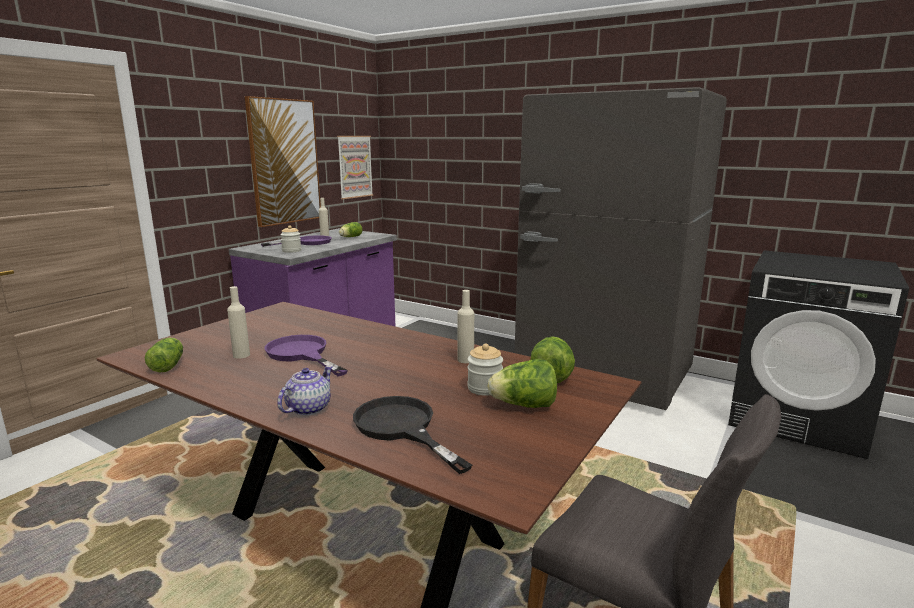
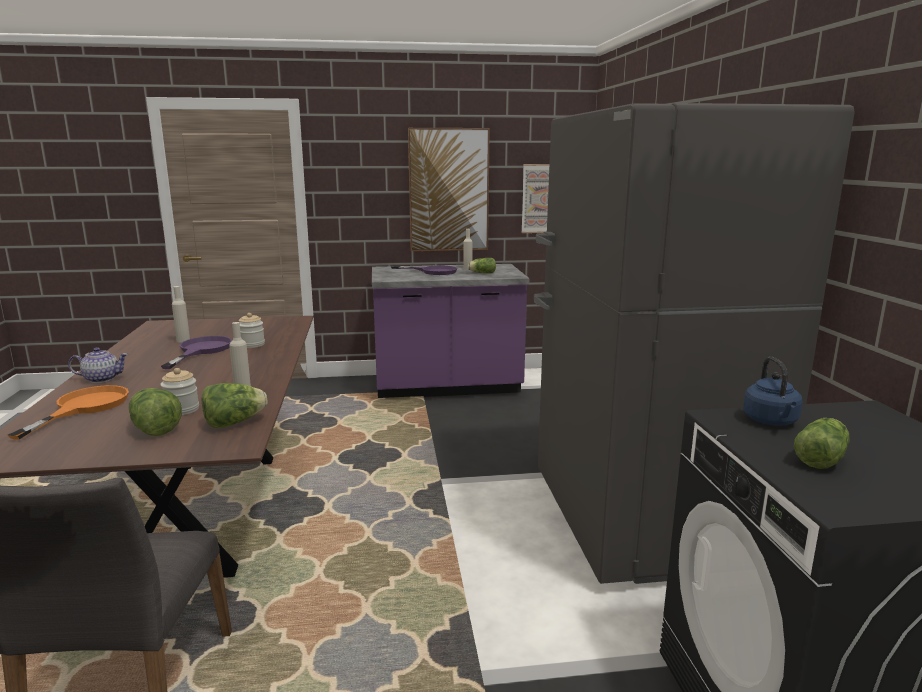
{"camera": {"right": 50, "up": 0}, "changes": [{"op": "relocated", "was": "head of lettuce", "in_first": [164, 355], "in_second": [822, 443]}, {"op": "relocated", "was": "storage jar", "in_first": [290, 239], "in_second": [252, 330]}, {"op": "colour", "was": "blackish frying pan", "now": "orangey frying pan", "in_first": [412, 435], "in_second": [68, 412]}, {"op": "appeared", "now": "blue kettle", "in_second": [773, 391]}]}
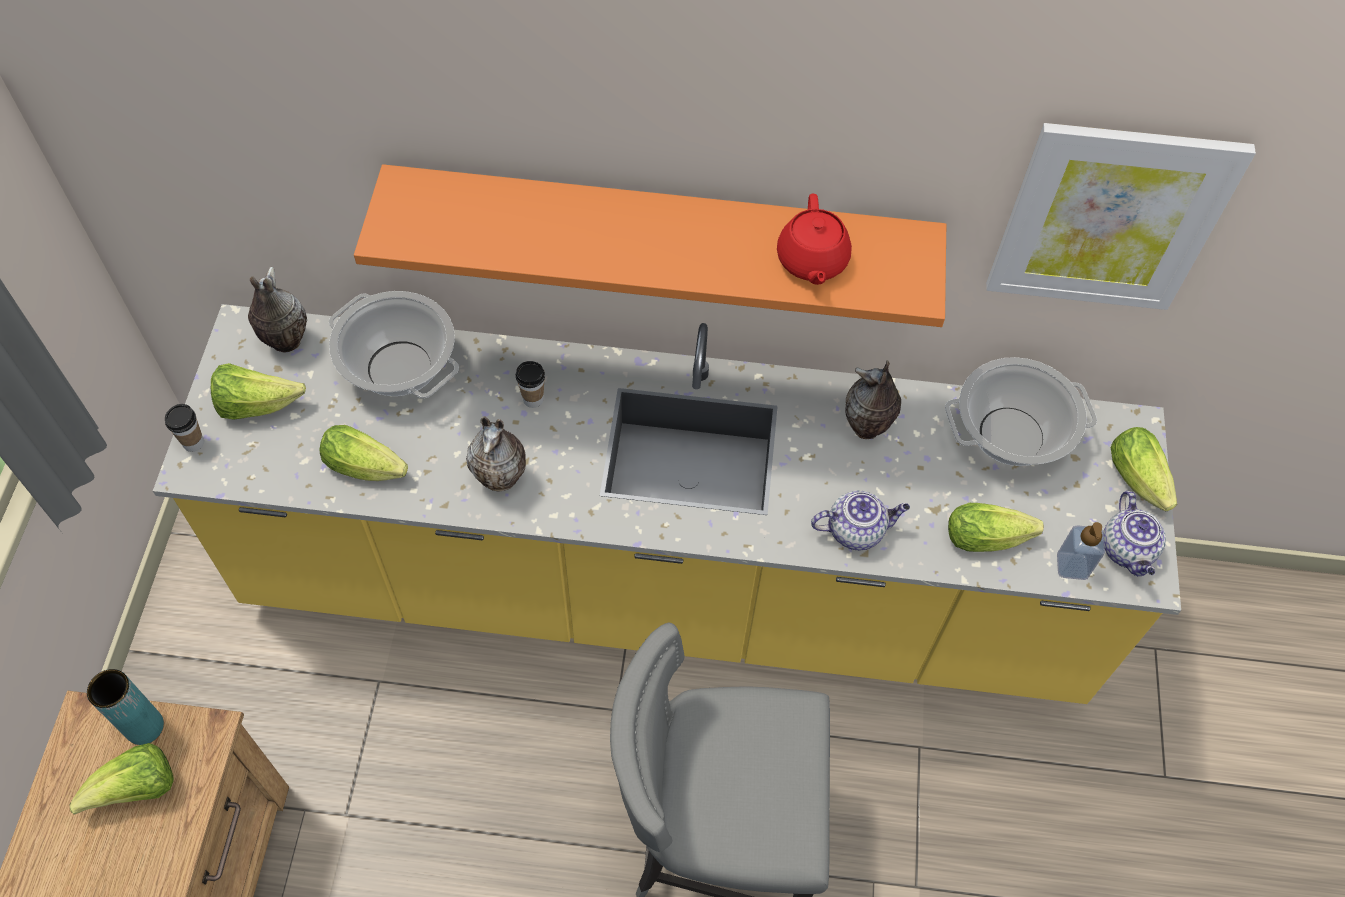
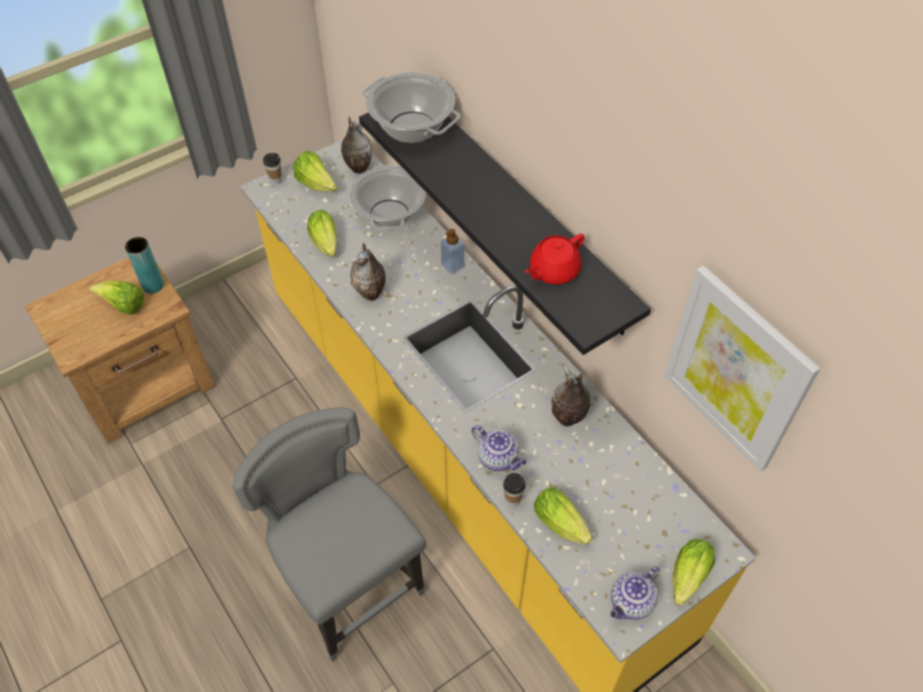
{"camera": {"right": 50, "up": -5}, "changes": [{"op": "colour", "was": "orangey bracket shelf", "now": "blackish bracket shelf", "in_first": [650, 245], "in_second": [505, 233]}, {"op": "relocated", "was": "drinking cup", "in_first": [530, 384], "in_second": [514, 490]}, {"op": "relocated", "was": "stockpot", "in_first": [1021, 411], "in_second": [411, 107]}, {"op": "relocated", "was": "soap bottle", "in_first": [1081, 551], "in_second": [453, 251]}]}
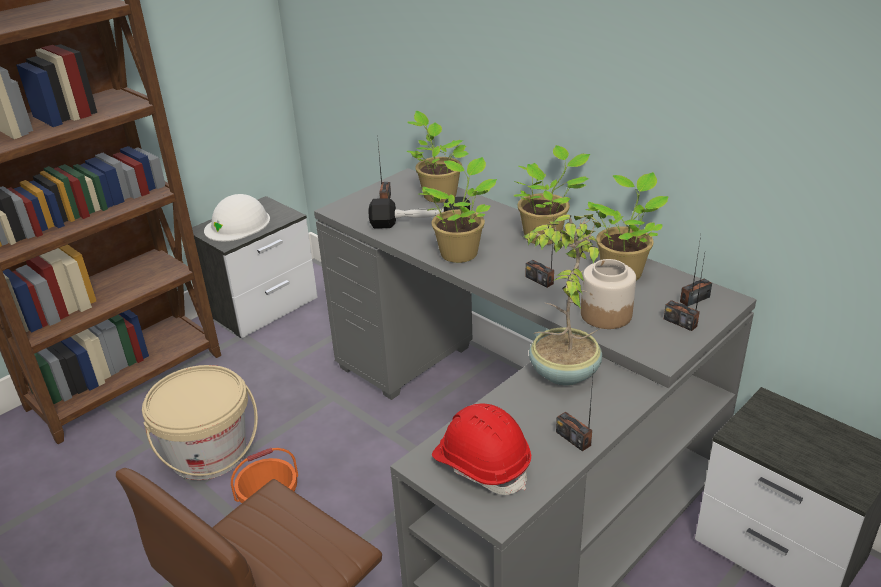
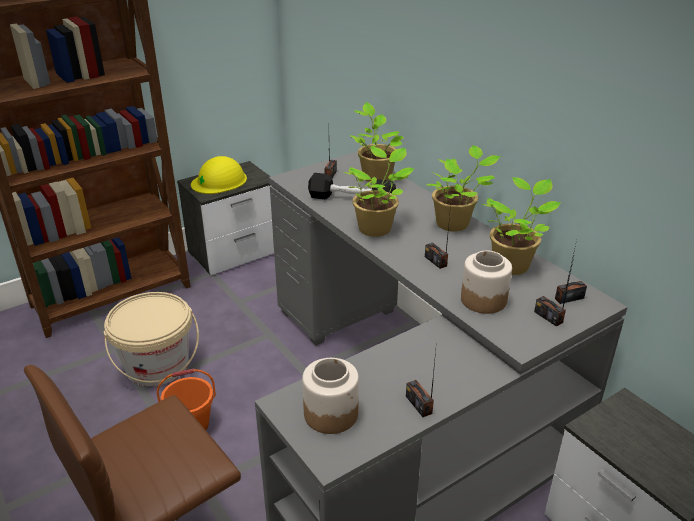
{"camera": {"right": 10, "up": 0}, "changes": [{"op": "colour", "was": "white work helmet", "now": "yellow work helmet", "in_first": [237, 217], "in_second": [219, 175]}, {"op": "exchanged", "was": "red-coloured work helmet", "now": "storage jar", "in_first": [481, 449], "in_second": [330, 396]}, {"op": "missing", "was": "houseplant", "in_first": [562, 300]}]}
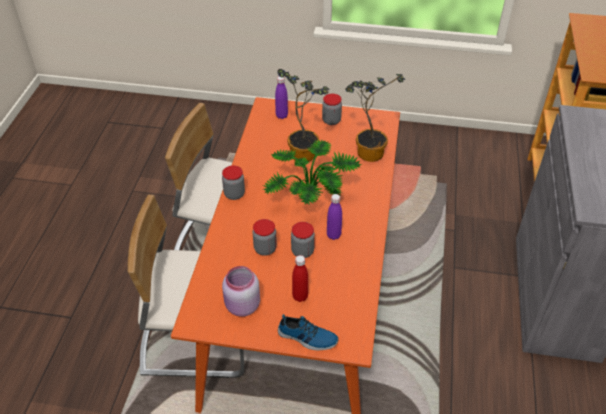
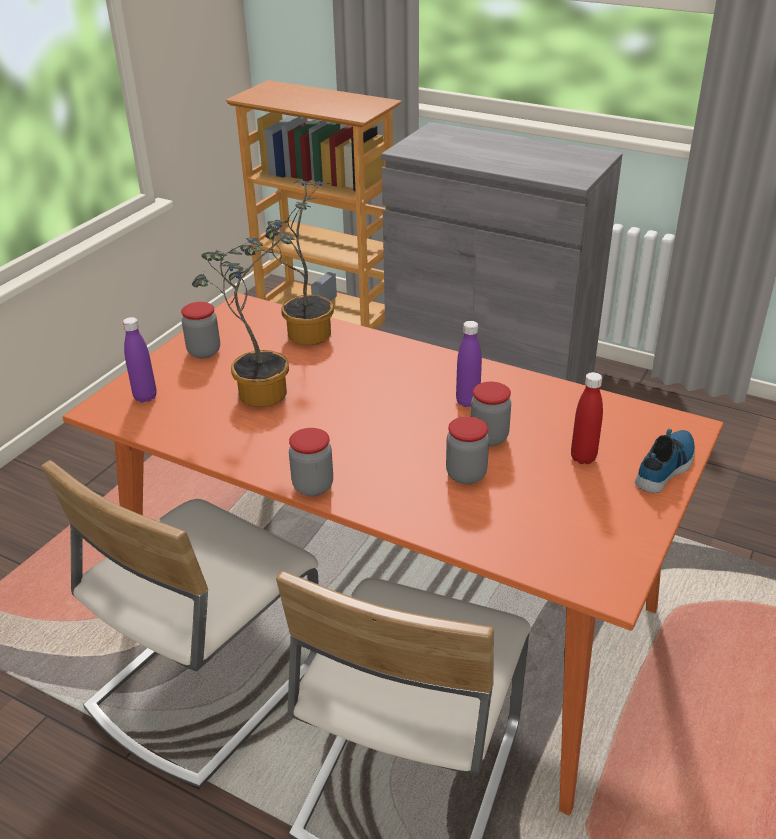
{"camera": {"right": -70, "up": -10}, "changes": [{"op": "missing", "was": "pink storage jar", "in_first": [241, 291]}, {"op": "missing", "was": "houseplant", "in_first": [312, 172]}]}
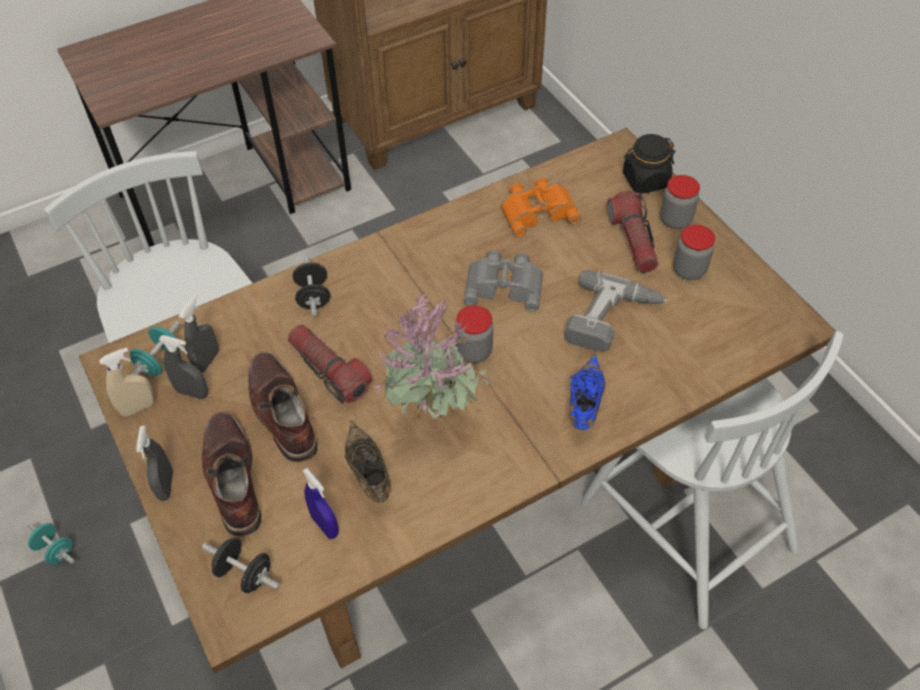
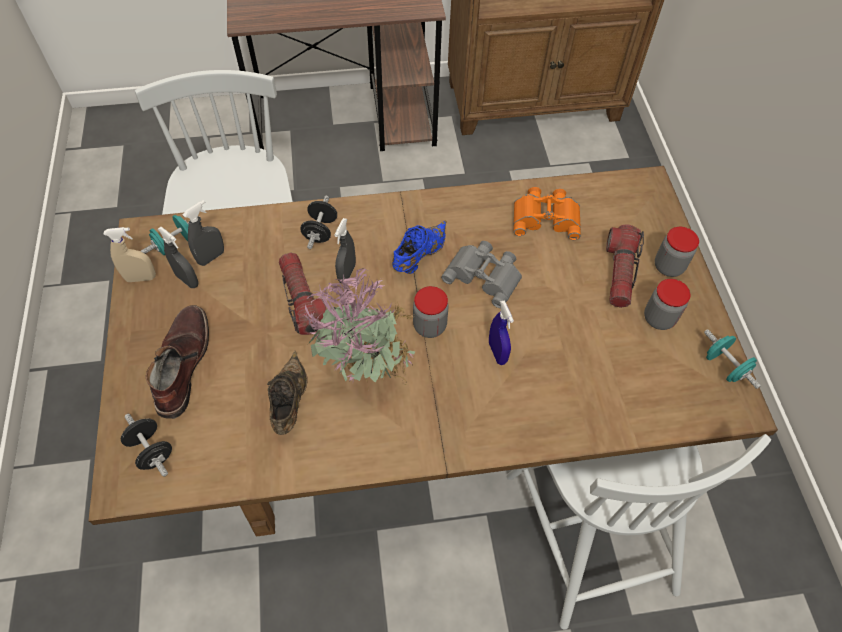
{"camera": {"right": 20, "up": 5}, "changes": [{"op": "relocated", "was": "turquoise-coloured dumbbell", "in_first": [51, 544], "in_second": [732, 359]}, {"op": "relocated", "was": "grey spray bottle", "in_first": [154, 463], "in_second": [345, 251]}, {"op": "missing", "was": "brown tall boot", "in_first": [283, 407]}, {"op": "relocated", "was": "blue spray bottle", "in_first": [321, 503], "in_second": [501, 333]}, {"op": "missing", "was": "drill", "in_first": [615, 311]}, {"op": "relocated", "was": "blue low shoe", "in_first": [587, 391], "in_second": [419, 247]}, {"op": "missing", "was": "blackish storage jar", "in_first": [649, 164]}]}
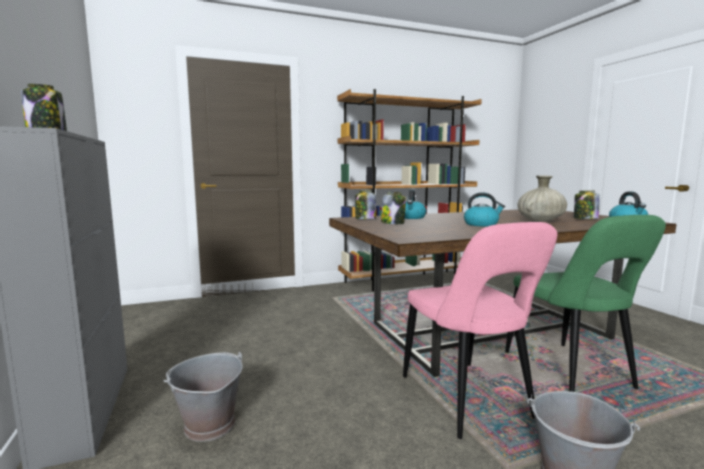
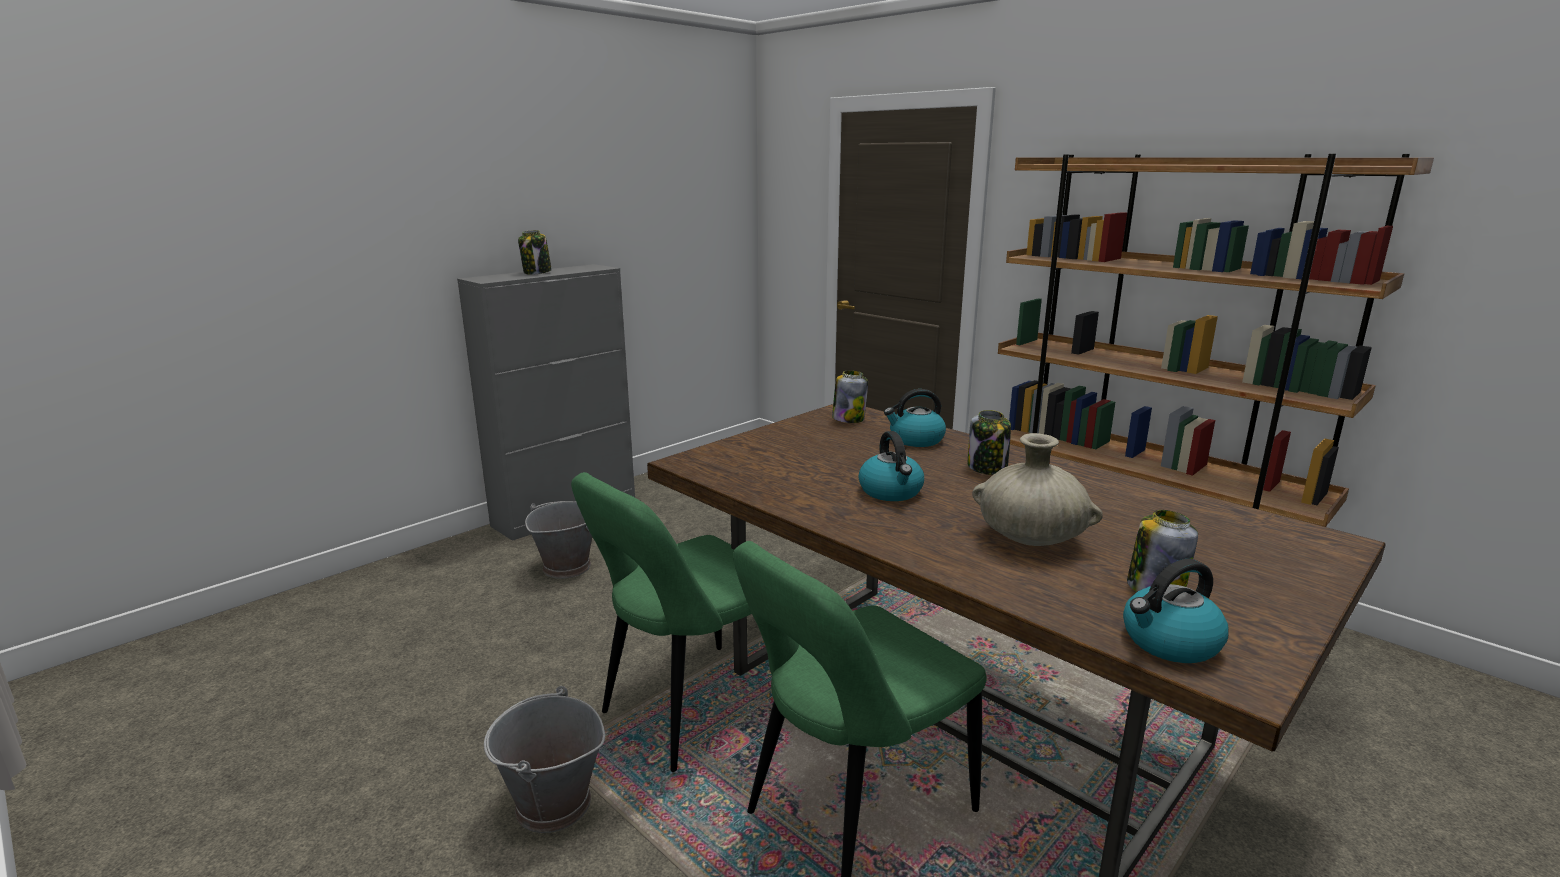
{"camera": {"right": 65, "up": 10}, "changes": [{"op": "relocated", "was": "storage jar", "in_first": [393, 208], "in_second": [989, 442]}, {"op": "colour", "was": "pink chair", "now": "green chair", "in_first": [480, 330], "in_second": [661, 622]}]}
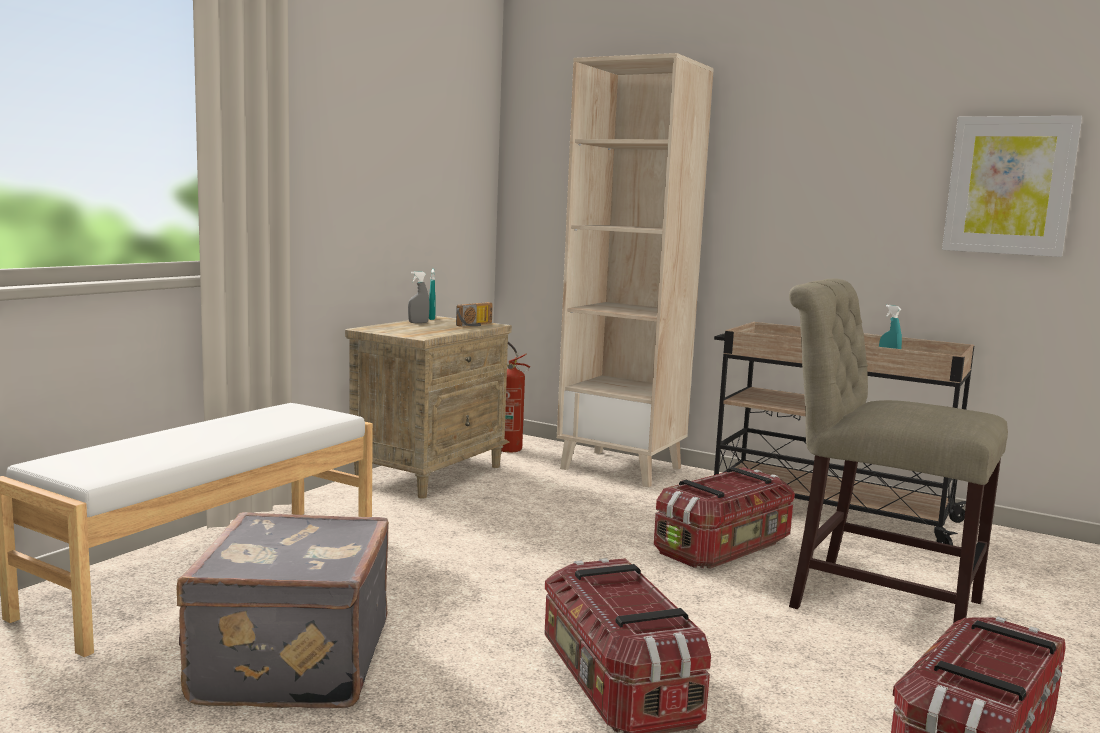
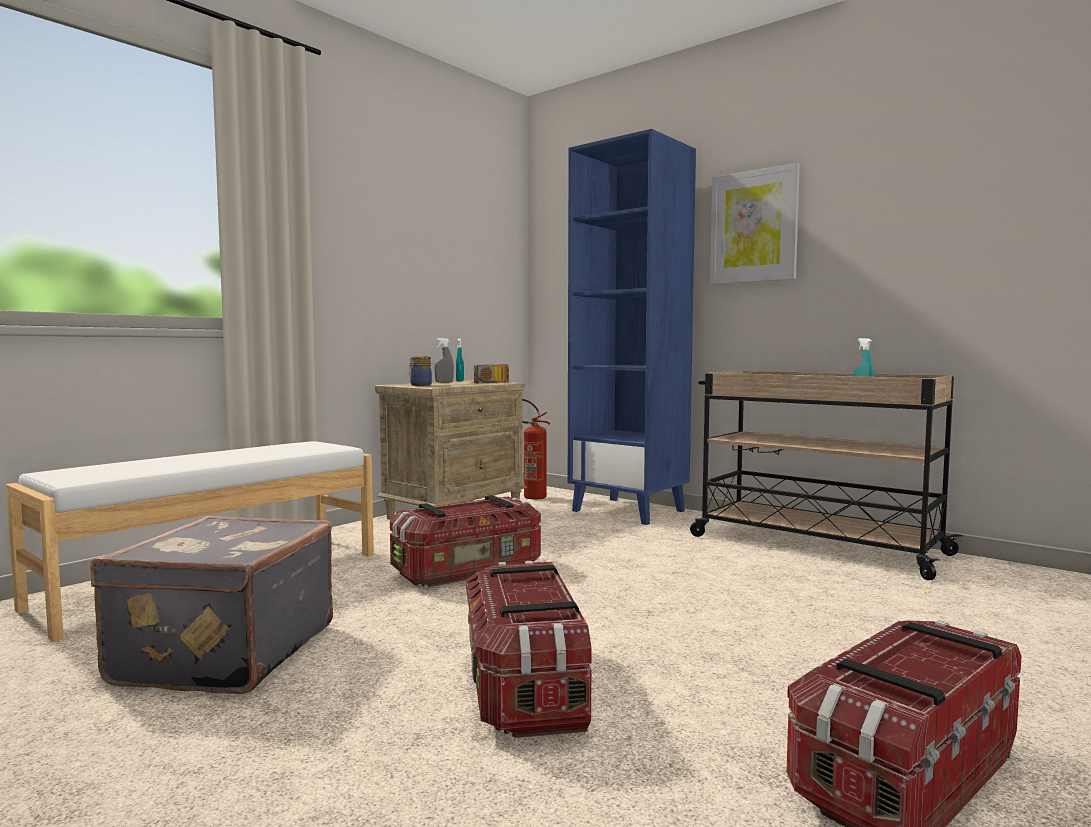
{"camera": {"right": 10, "up": -5}, "changes": [{"op": "colour", "was": "beige-coloured shelving unit", "now": "blue shelving unit", "in_first": [635, 270], "in_second": [632, 327]}, {"op": "relocated", "was": "storage container", "in_first": [724, 518], "in_second": [465, 541]}, {"op": "missing", "was": "beige-coloured chair", "in_first": [898, 450]}, {"op": "relocated", "was": "wall art", "in_first": [1012, 186], "in_second": [755, 223]}, {"op": "appeared", "now": "storage jar", "in_second": [420, 371]}]}
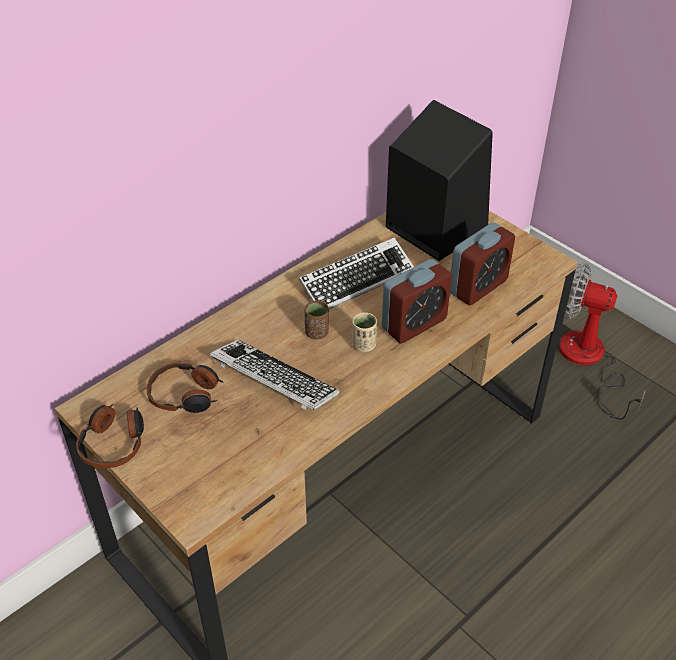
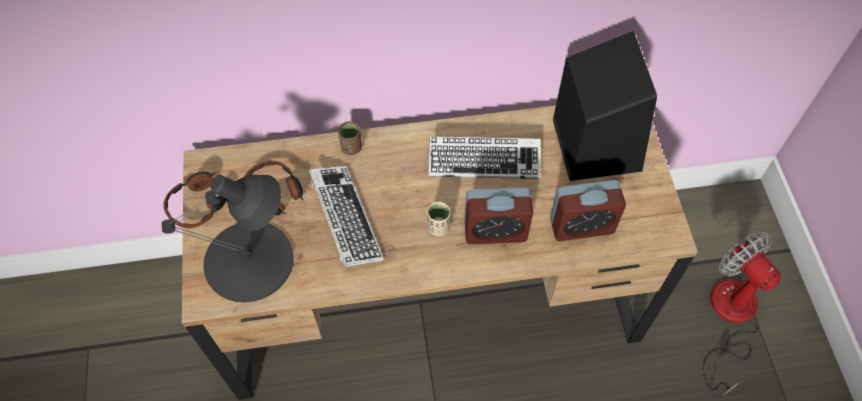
{"camera": {"right": 35, "up": 15}, "changes": [{"op": "relocated", "was": "brown drinking cup", "in_first": [316, 320], "in_second": [350, 138]}, {"op": "appeared", "now": "blackish table lamp", "in_second": [228, 238]}]}
